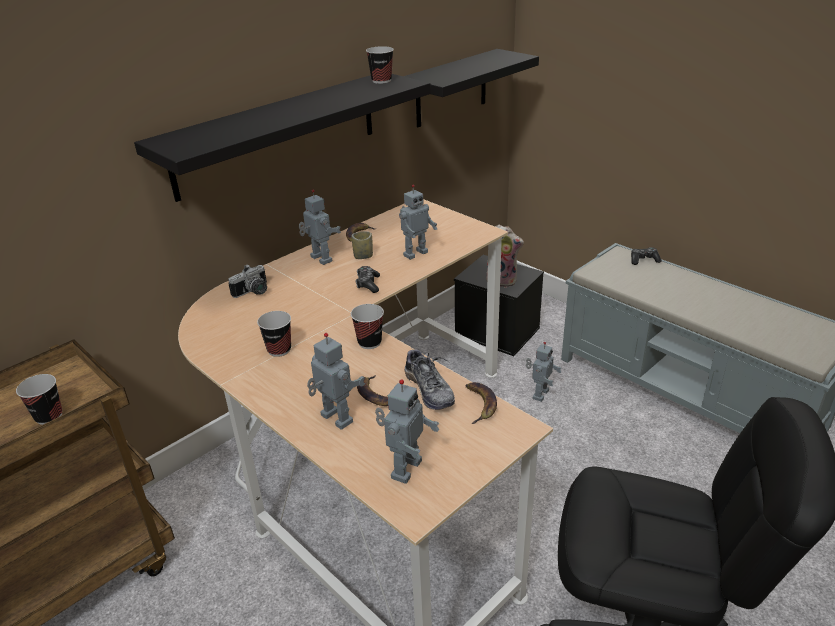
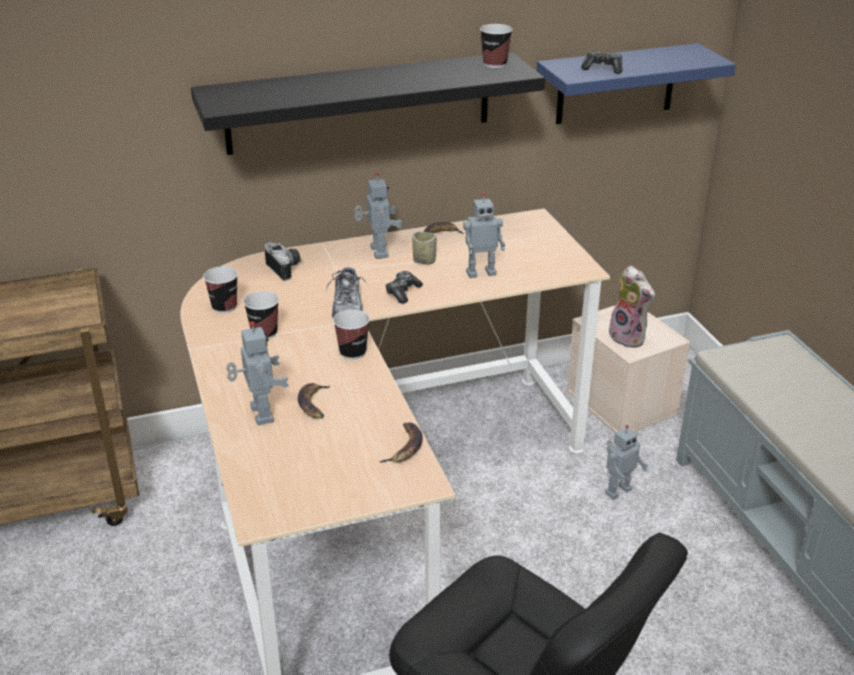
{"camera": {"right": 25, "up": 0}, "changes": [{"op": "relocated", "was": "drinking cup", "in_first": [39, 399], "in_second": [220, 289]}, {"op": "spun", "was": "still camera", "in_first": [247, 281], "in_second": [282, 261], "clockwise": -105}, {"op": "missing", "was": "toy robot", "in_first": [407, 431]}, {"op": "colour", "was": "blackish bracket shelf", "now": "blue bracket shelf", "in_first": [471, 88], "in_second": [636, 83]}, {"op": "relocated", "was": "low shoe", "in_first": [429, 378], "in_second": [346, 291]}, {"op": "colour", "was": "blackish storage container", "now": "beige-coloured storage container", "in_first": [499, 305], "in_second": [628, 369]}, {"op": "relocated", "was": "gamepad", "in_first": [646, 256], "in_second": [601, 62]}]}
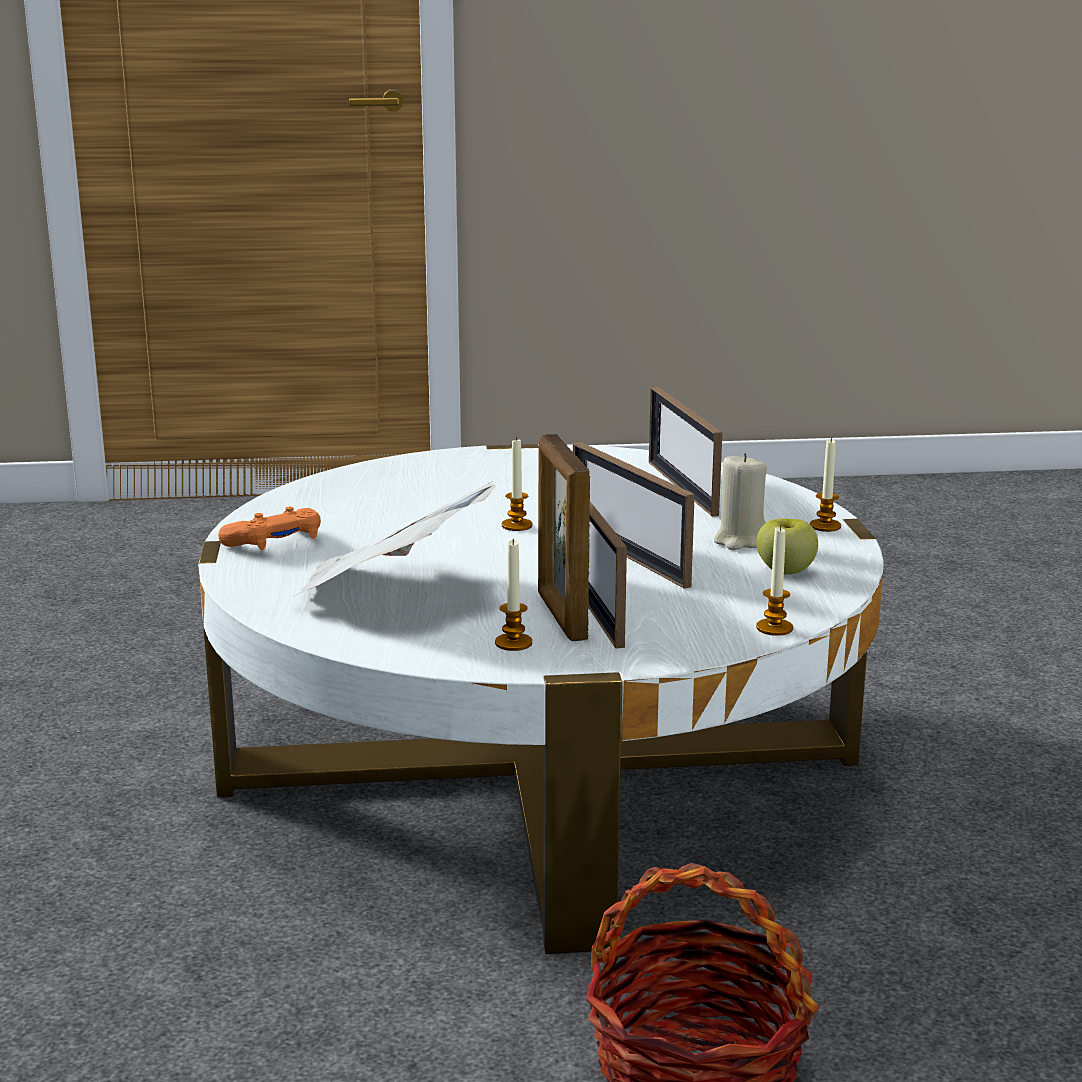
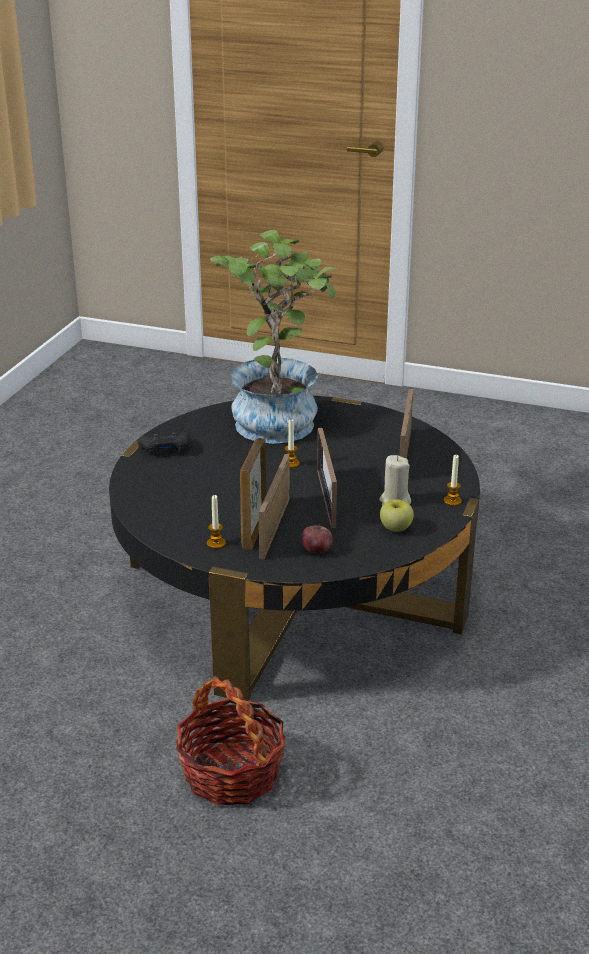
{"camera": {"right": 25, "up": 10}, "changes": [{"op": "colour", "was": "white coffee table", "now": "blackish coffee table", "in_first": [541, 699], "in_second": [294, 548]}, {"op": "colour", "was": "orangey gamepad", "now": "blackish gamepad", "in_first": [269, 528], "in_second": [164, 444]}, {"op": "missing", "was": "daily paper", "in_first": [393, 539]}, {"op": "missing", "was": "wax light", "in_first": [774, 580]}, {"op": "appeared", "now": "houseplant", "in_second": [273, 337]}, {"op": "appeared", "now": "whole apple", "in_second": [317, 538]}]}
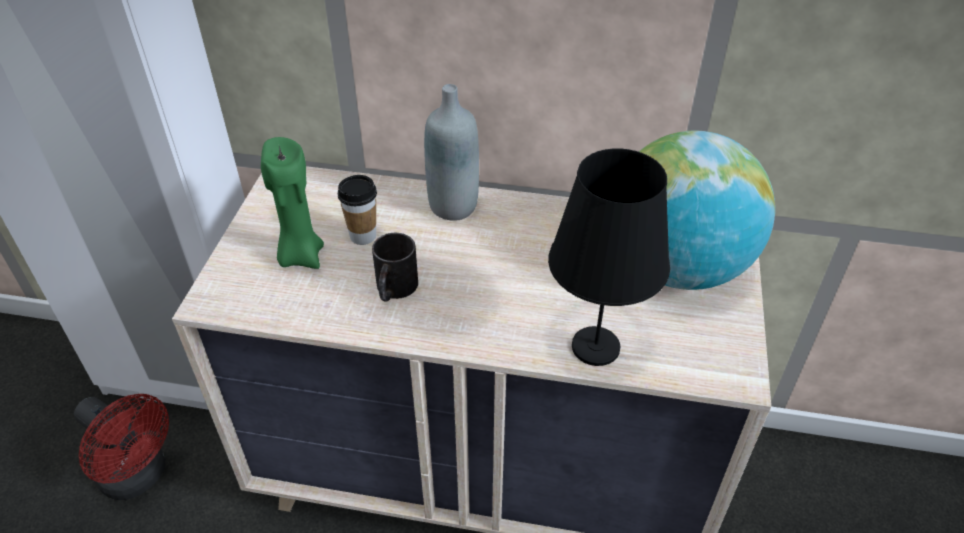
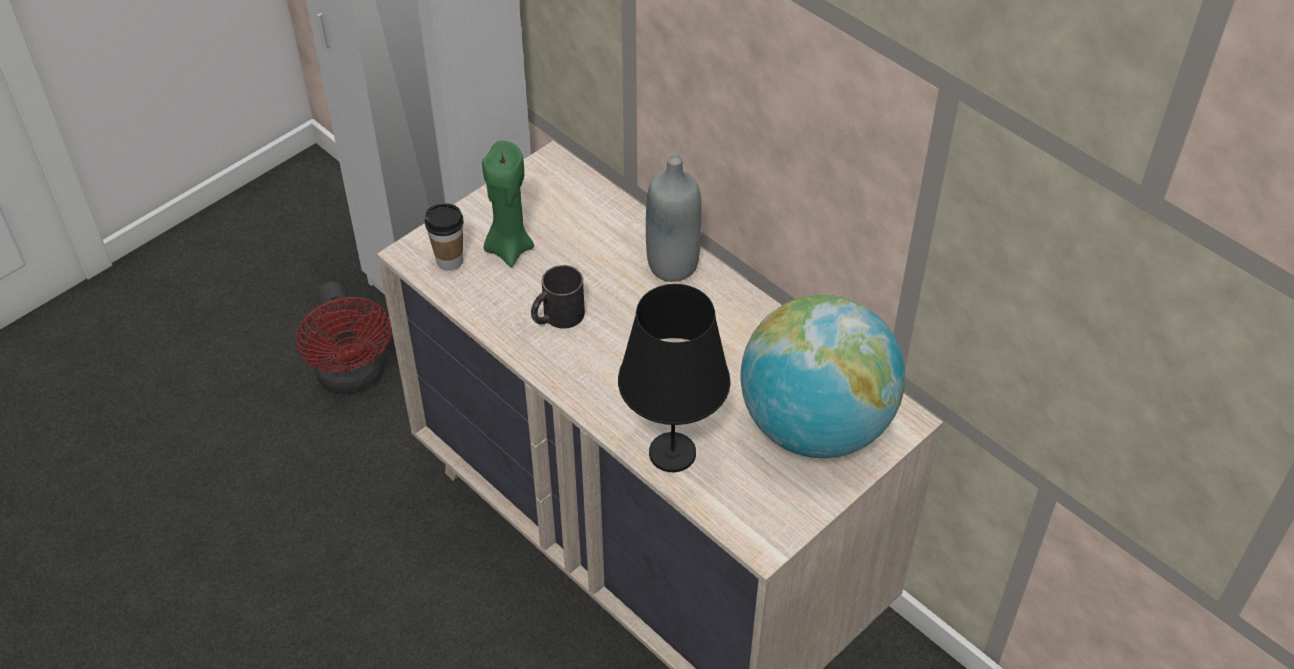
{"camera": {"right": 35, "up": 5}, "changes": [{"op": "relocated", "was": "drinking cup", "in_first": [357, 210], "in_second": [444, 237]}]}
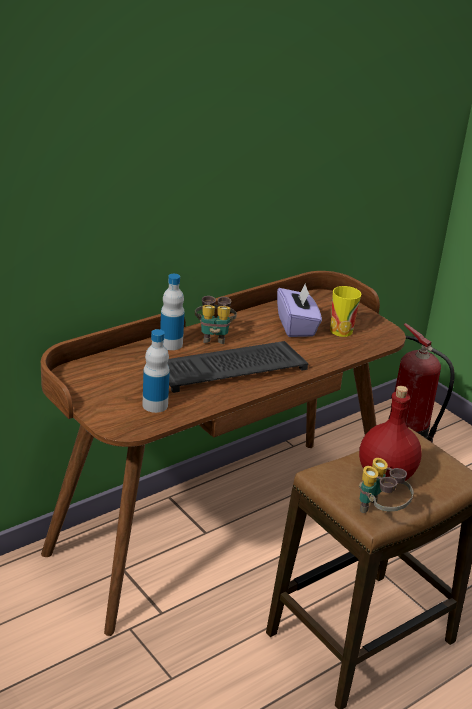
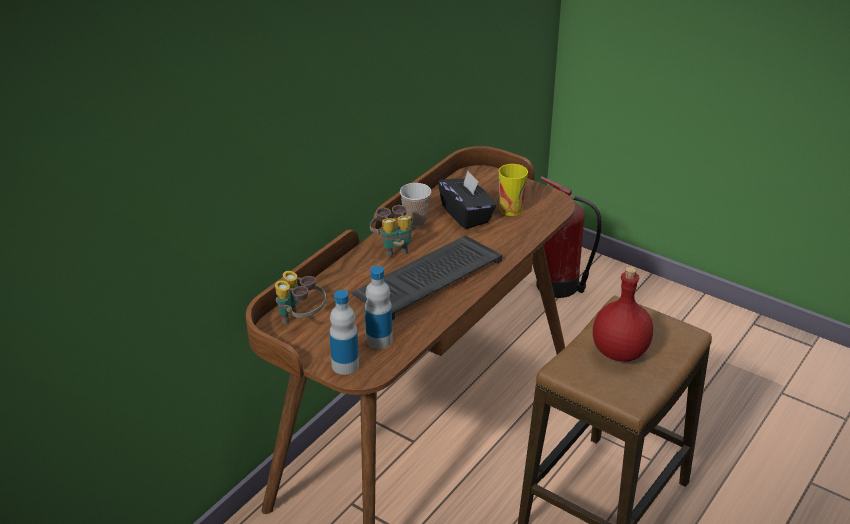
{"camera": {"right": -15, "up": 5}, "changes": [{"op": "relocated", "was": "beverage bottle", "in_first": [172, 312], "in_second": [344, 332]}, {"op": "colour", "was": "purplish tissue holder", "now": "blackish tissue holder", "in_first": [299, 310], "in_second": [467, 200]}, {"op": "relocated", "was": "pair of binoculars", "in_first": [386, 485], "in_second": [300, 298]}, {"op": "appeared", "now": "drinking cup", "in_second": [415, 205]}]}
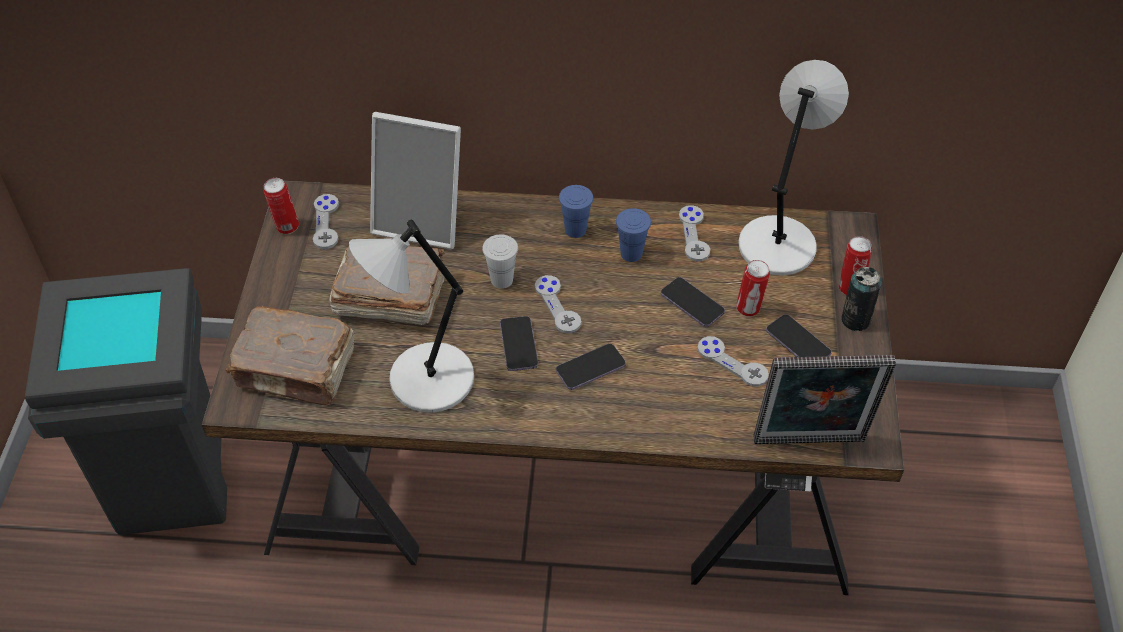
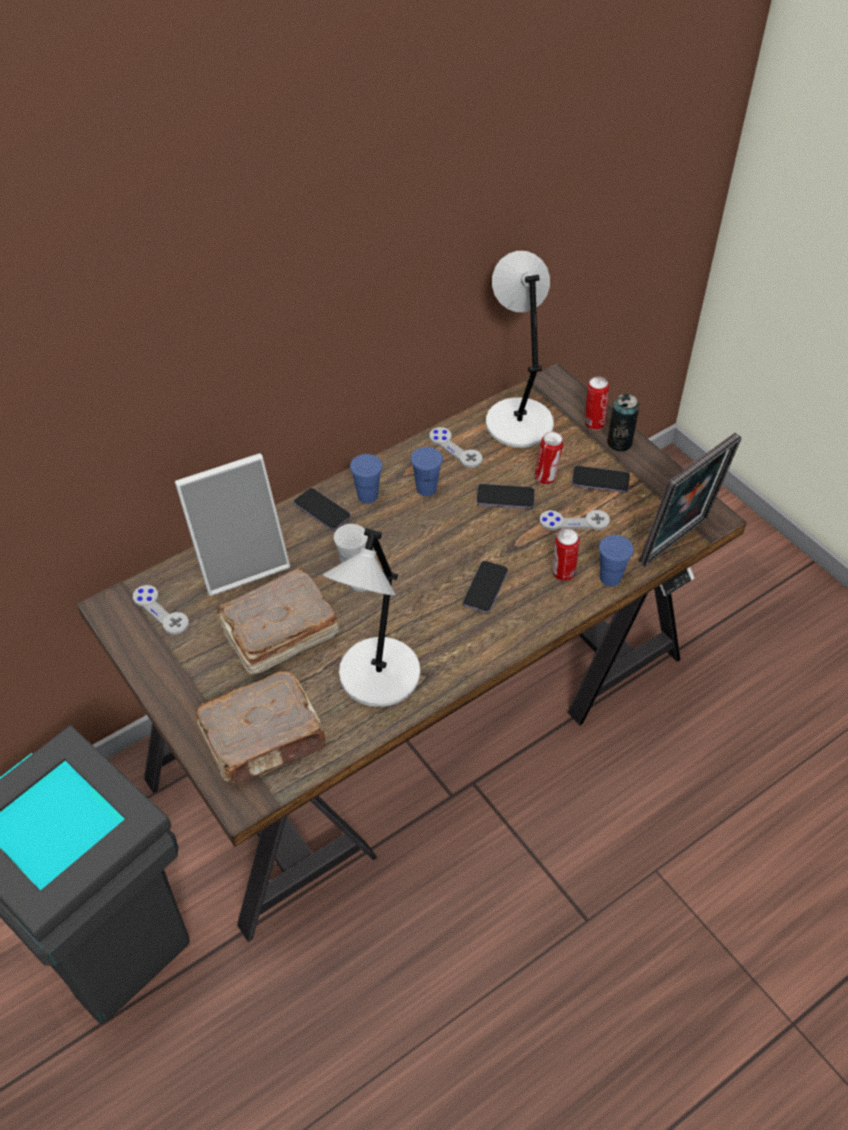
{"camera": {"right": -40, "up": 0}, "changes": [{"op": "relocated", "was": "metal can", "in_first": [281, 206], "in_second": [566, 554]}, {"op": "relocated", "was": "handset", "in_first": [519, 343], "in_second": [322, 509]}, {"op": "missing", "was": "grey gamepad", "in_first": [558, 304]}, {"op": "appeared", "now": "blue drinking cup", "in_second": [616, 560]}]}
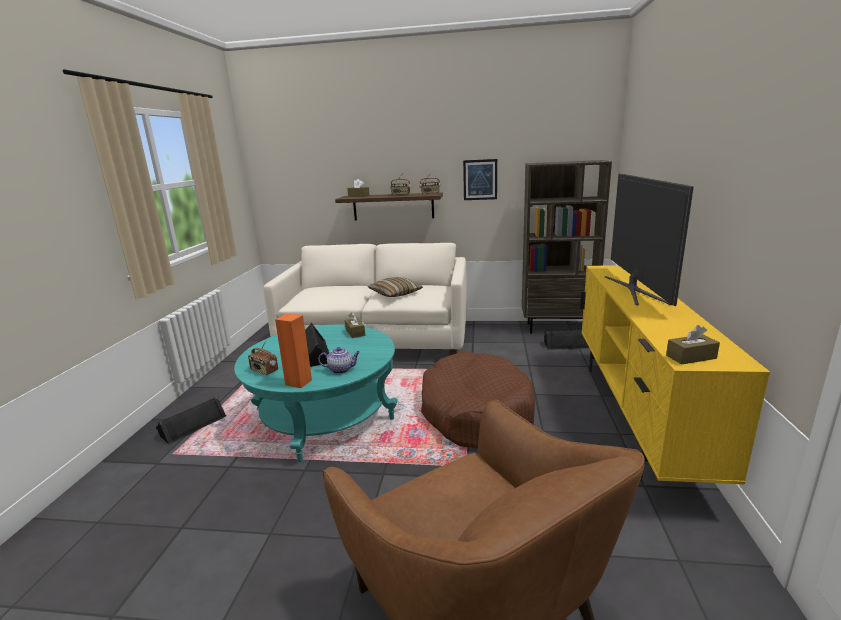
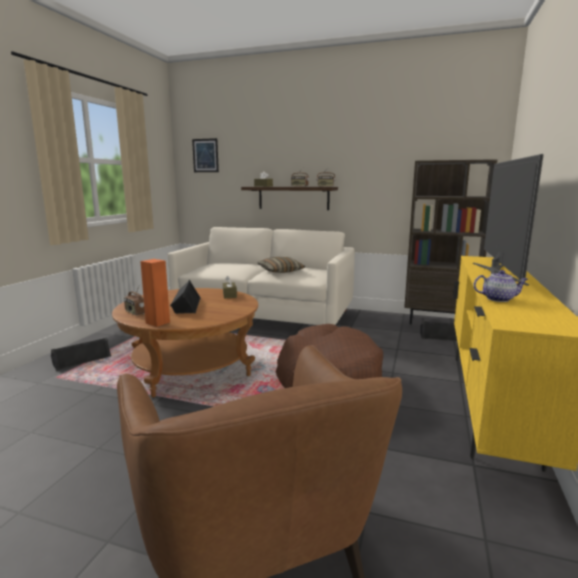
{"camera": {"right": 10, "up": -5}, "changes": [{"op": "colour", "was": "turquoise-coloured coffee table", "now": "brown coffee table", "in_first": [315, 393], "in_second": [185, 343]}, {"op": "relocated", "was": "tea pot", "in_first": [339, 360], "in_second": [500, 286]}, {"op": "relocated", "was": "wall art", "in_first": [480, 179], "in_second": [205, 155]}, {"op": "missing", "was": "brown tissue holder", "in_first": [693, 344]}]}
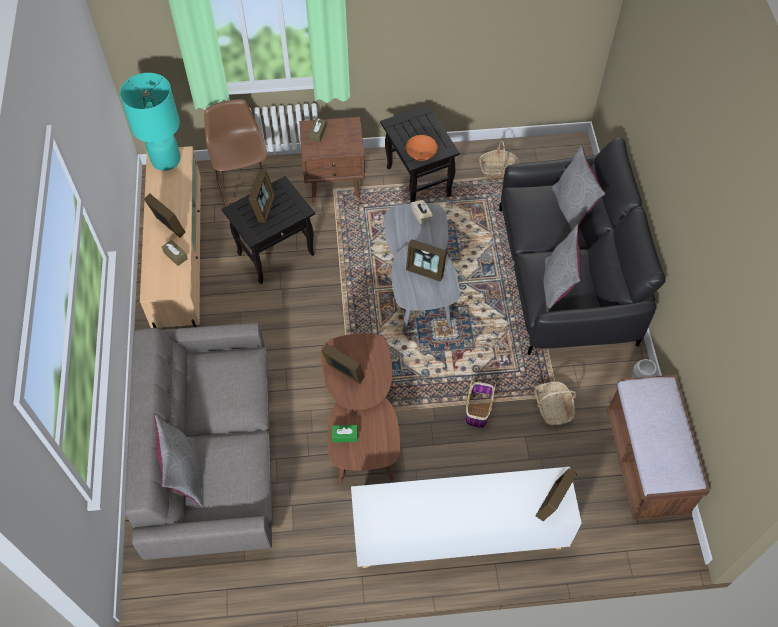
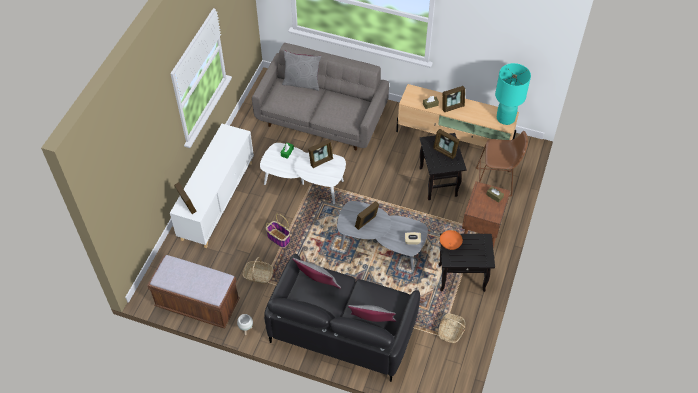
{"camera": {"right": 115, "up": -5}, "changes": [{"op": "colour", "was": "brown coffee table", "now": "white coffee table", "in_first": [360, 408], "in_second": [303, 173]}]}
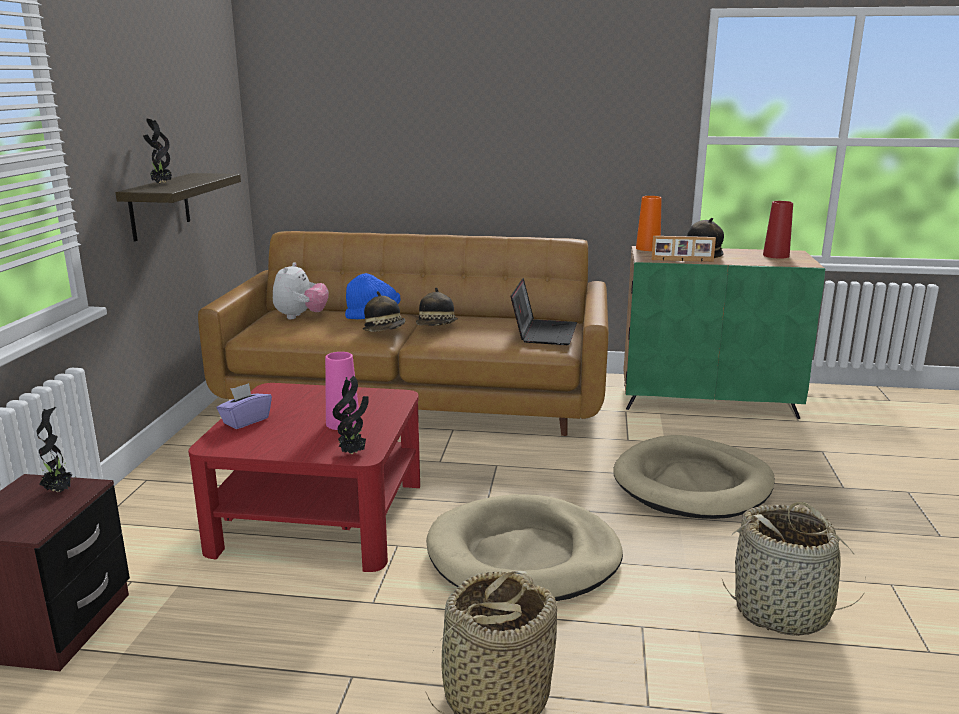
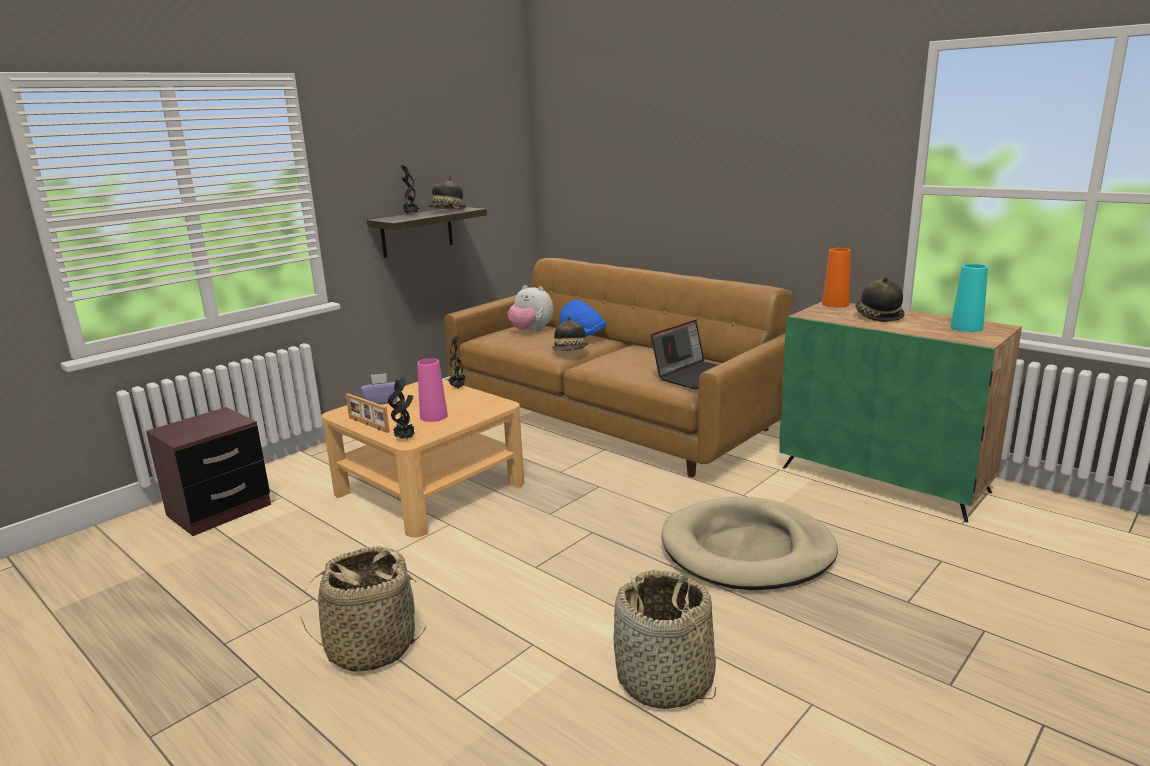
{"camera": {"right": 35, "up": 0}, "changes": [{"op": "relocated", "was": "houseplant", "in_first": [56, 450], "in_second": [458, 362]}, {"op": "colour", "was": "red-coloured coffee table", "now": "beige-coloured coffee table", "in_first": [304, 477], "in_second": [422, 458]}, {"op": "spun", "was": "cuddly toy", "in_first": [301, 290], "in_second": [531, 308], "clockwise": 75}, {"op": "relocated", "was": "wearable hat", "in_first": [437, 306], "in_second": [447, 193]}, {"op": "missing", "was": "beige-coloured pet bed", "in_first": [524, 547]}, {"op": "relocated", "was": "standing frame", "in_first": [683, 249], "in_second": [368, 413]}, {"op": "colour", "was": "red-coloured decorative vase", "now": "turquoise-coloured decorative vase", "in_first": [778, 230], "in_second": [969, 298]}]}
